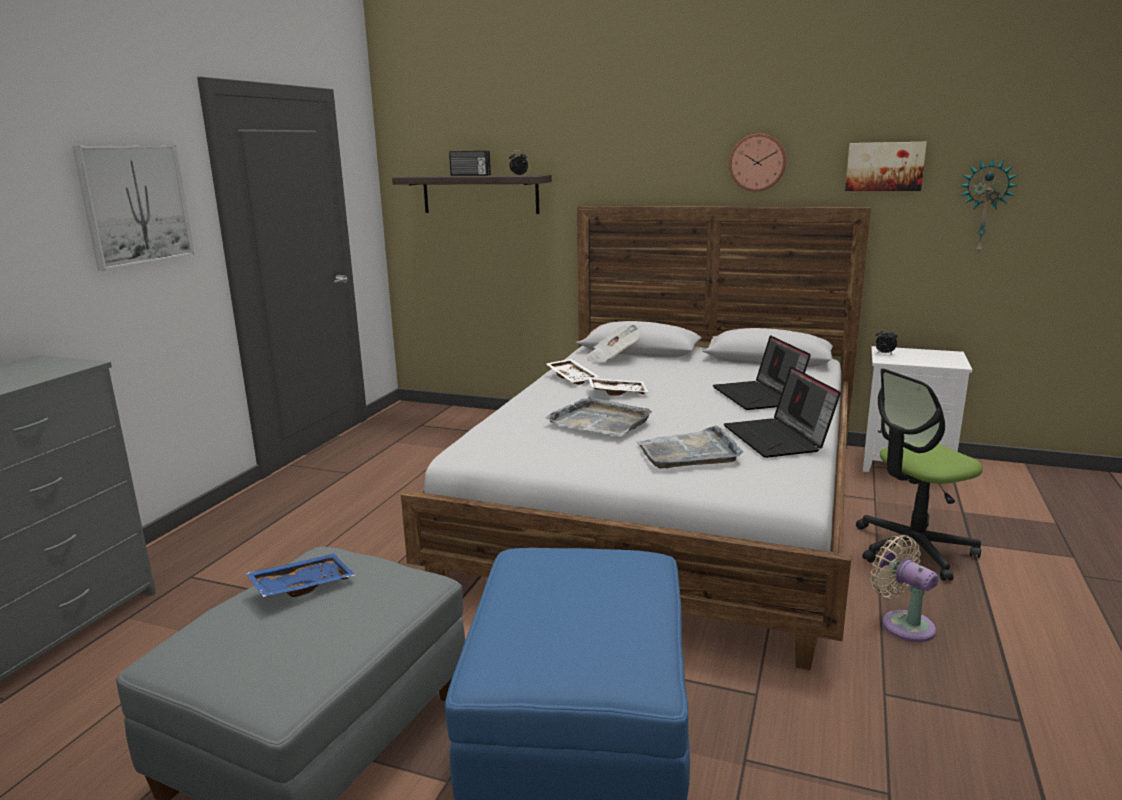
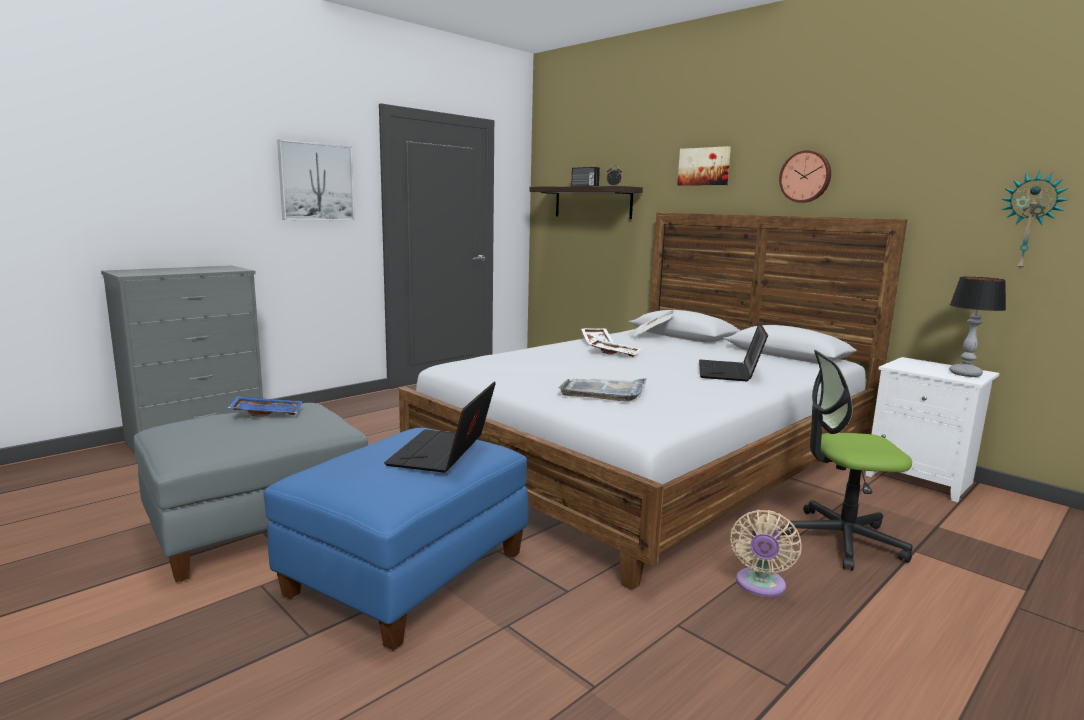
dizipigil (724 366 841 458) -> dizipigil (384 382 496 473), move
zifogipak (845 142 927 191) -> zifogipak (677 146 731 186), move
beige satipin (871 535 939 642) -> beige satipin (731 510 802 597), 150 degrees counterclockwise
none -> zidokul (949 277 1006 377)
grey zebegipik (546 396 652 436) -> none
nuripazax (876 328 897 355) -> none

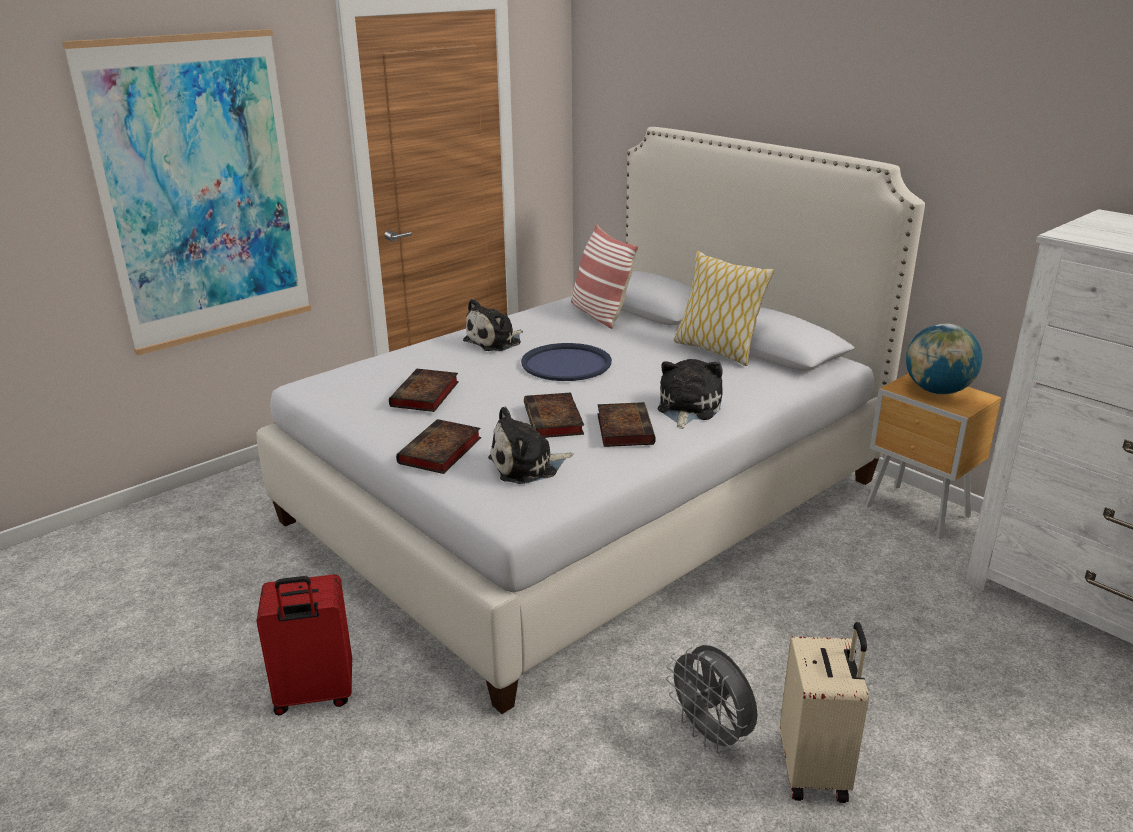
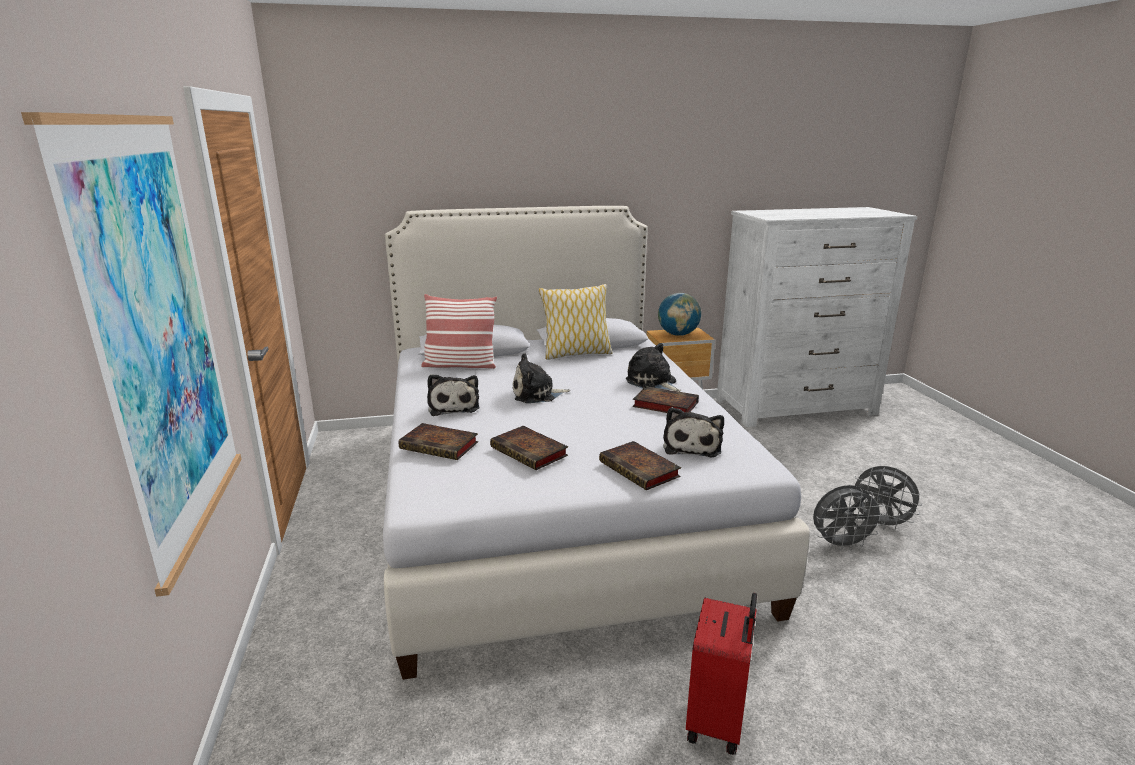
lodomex (524 392 584 438) -> lodomex (399 423 478 460), move
blue zebegipik (521 343 612 381) -> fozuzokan (512 353 570 403)
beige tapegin (780 622 869 803) -> grey satipin (850 466 922 530)

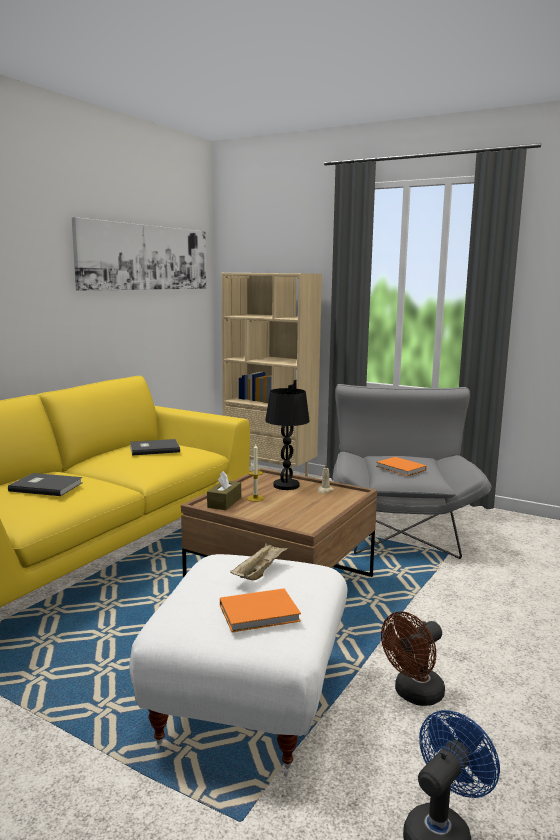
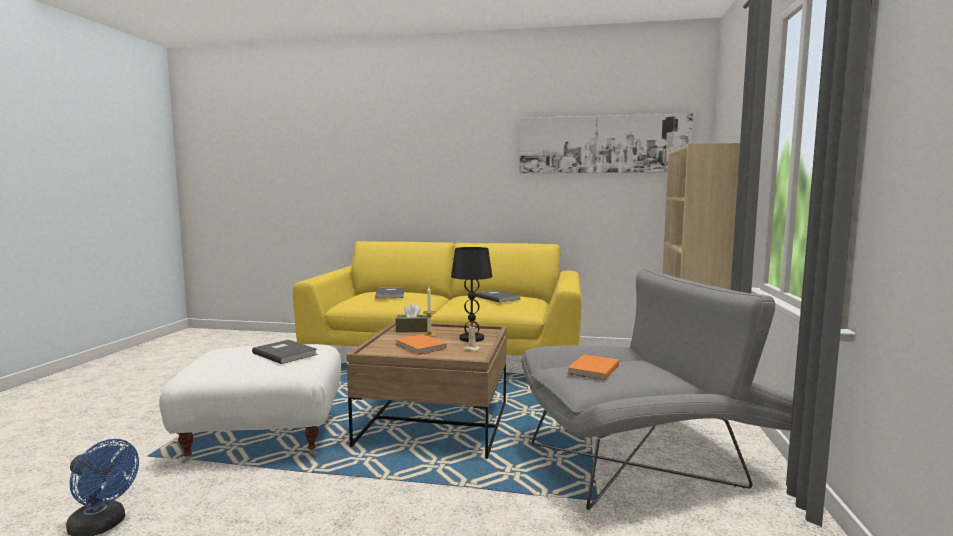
beige zebegipik (230 543 288 580) -> grey lodomex (252 340 318 364)
orange lodomex (220 588 301 632) -> orange lodomex (395 334 447 355), move
brown satipin (381 611 445 706) -> none

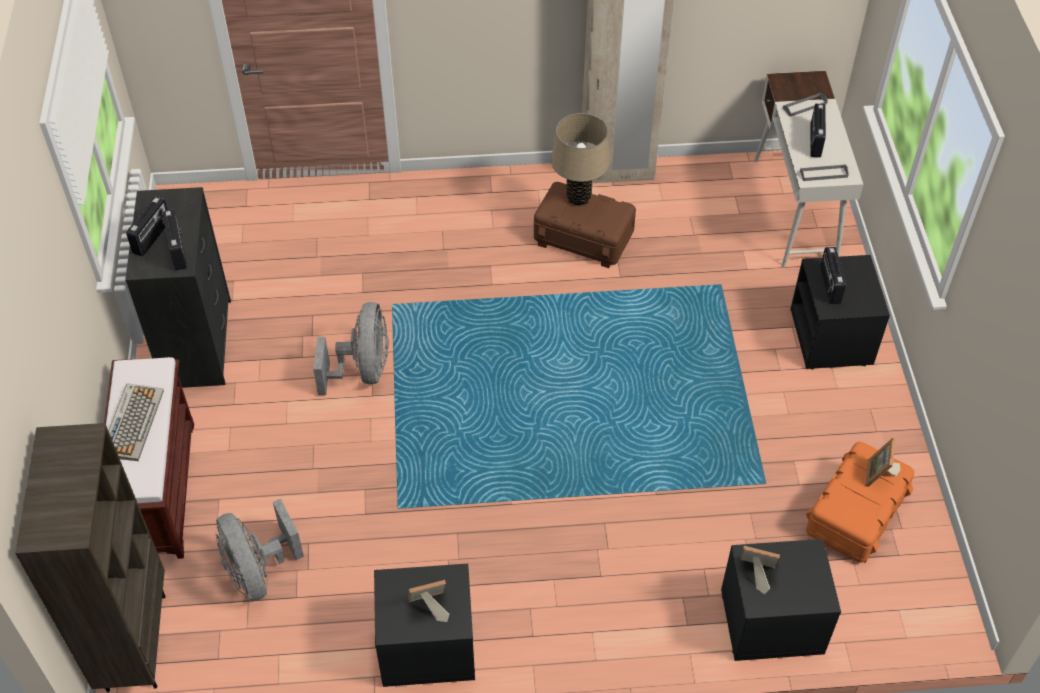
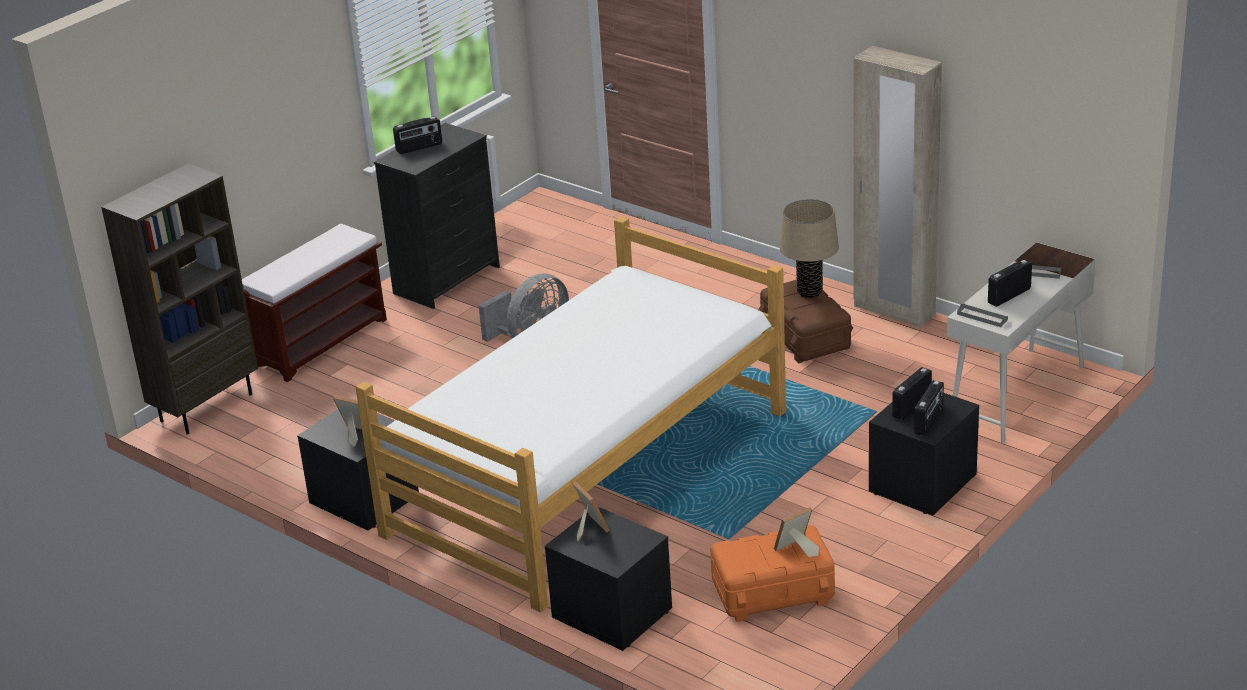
none -> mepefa (355 216 786 613)
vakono (162 210 187 271) -> vakono (914 380 944 436), move
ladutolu (108 383 164 461) -> none
grey satipin (216 499 304 601) -> none

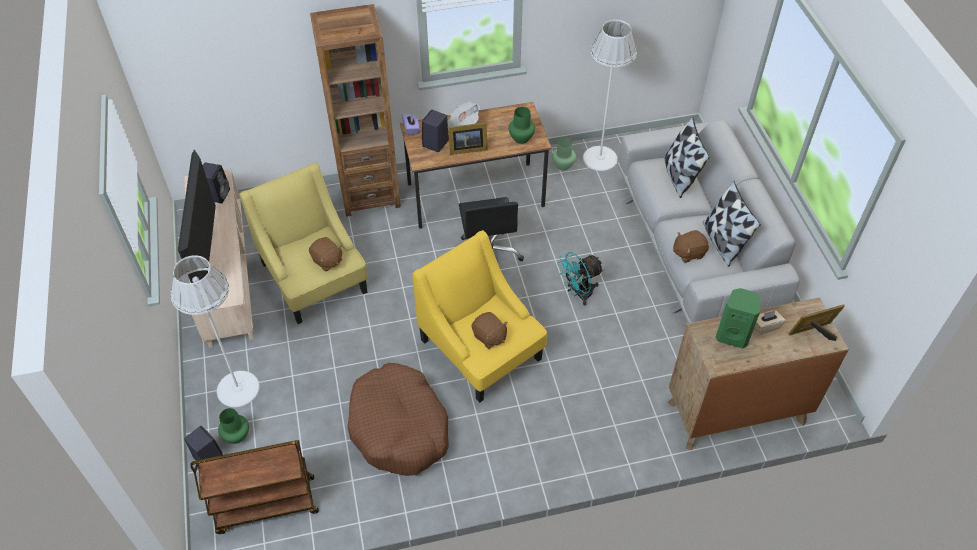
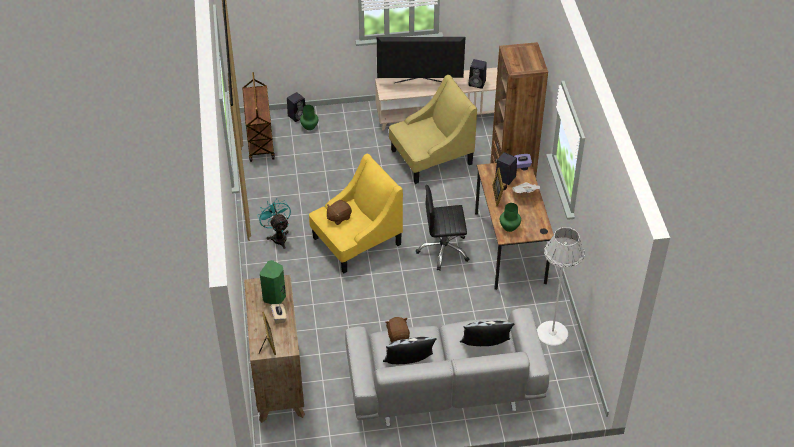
turquoise satipin (557 252 604 306) -> turquoise satipin (257 198 291 249), move
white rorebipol (170 255 260 407) -> none
brown fozuzokan (309 237 342 272) -> none
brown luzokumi (348 363 449 476) -> none
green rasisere (552 137 576 170) -> none

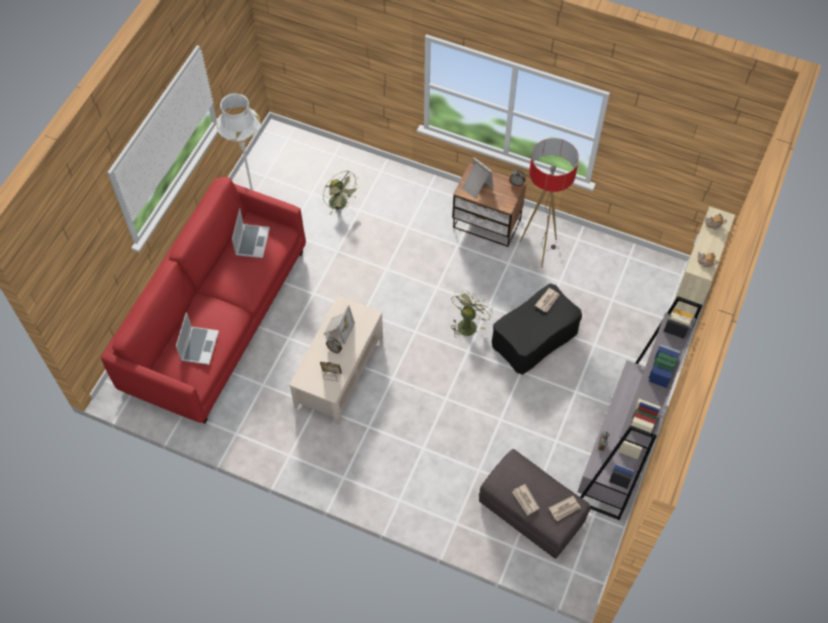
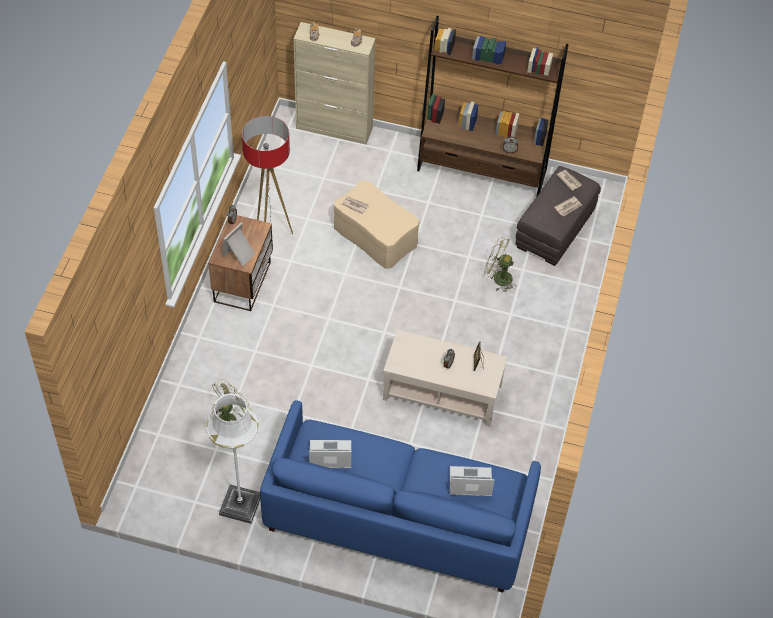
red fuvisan (101 177 306 424) -> blue fuvisan (260 400 541 593)
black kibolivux (492 284 582 375) -> beige kibolivux (334 180 420 269)
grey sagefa (578 296 703 520) -> brown sagefa (417 16 569 197)
green satipin (451 290 493 338) -> green satipin (484 237 516 292), move
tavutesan (324 305 355 345) -> none

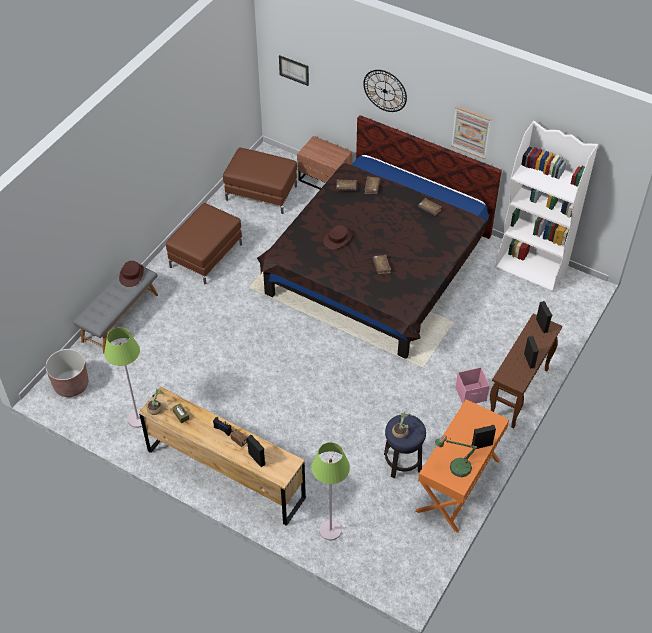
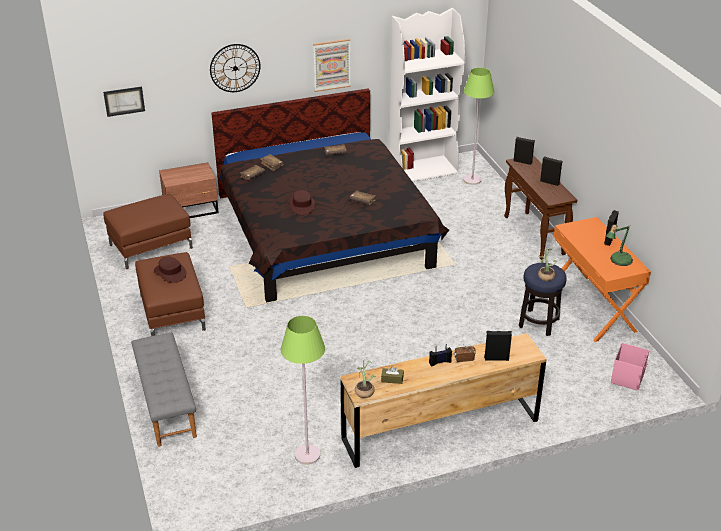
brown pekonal (119 261 144 287) -> brown pekonal (154 256 187 283), move
green rorebipol (311 442 350 540) -> green rorebipol (463 68 494 185), move
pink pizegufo (456 367 490 404) -> pink pizegufo (611 343 649 391), move
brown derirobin (45 349 89 397) -> none

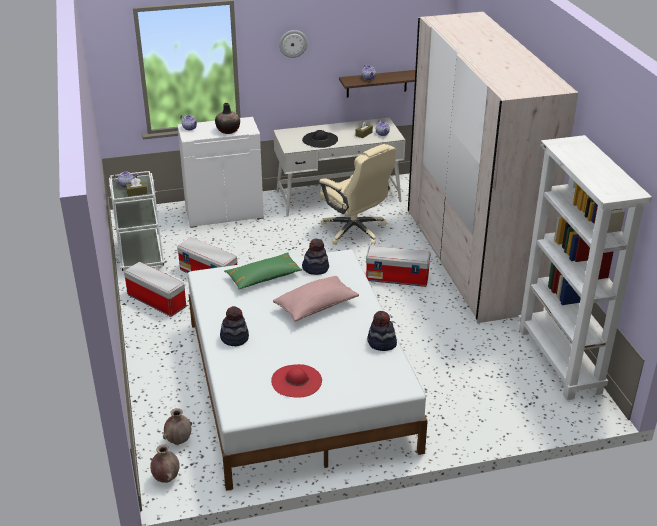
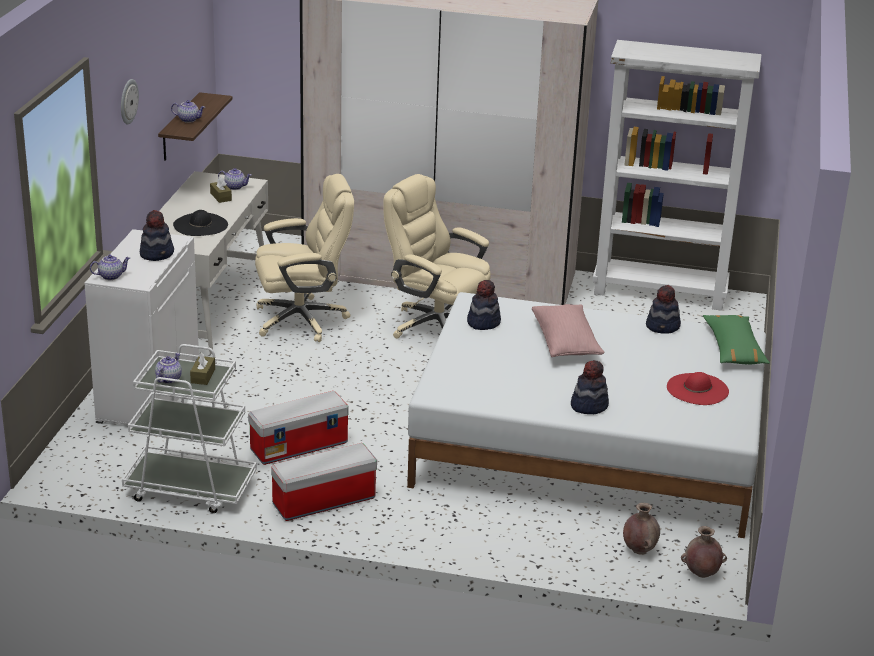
rasisere (215 103 240 134) -> pekonal (140 210 174 261)
pizegufo (366 246 431 287) -> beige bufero (383 174 491 338)
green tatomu (224 252 302 289) -> green tatomu (703 315 770 364), move

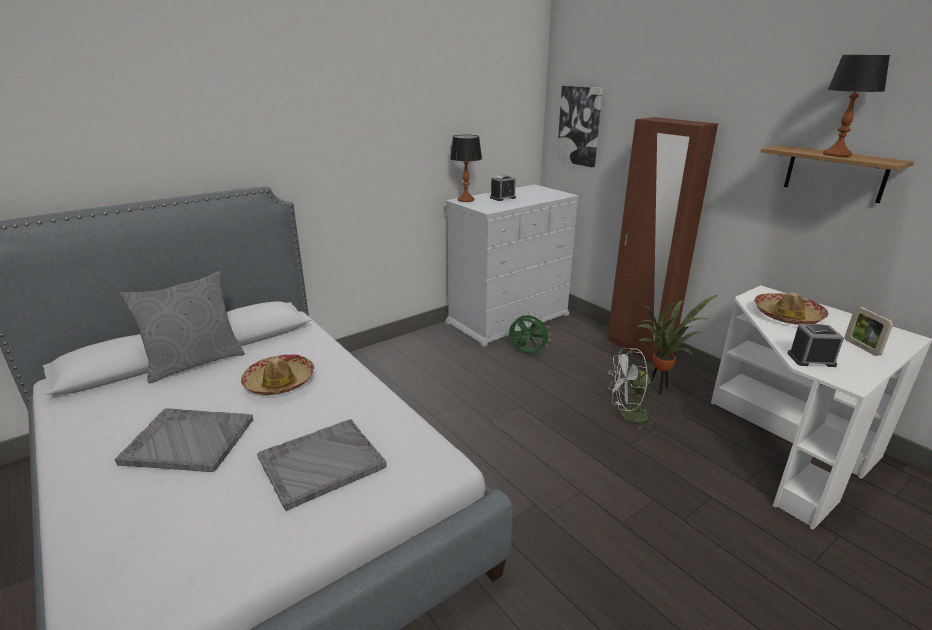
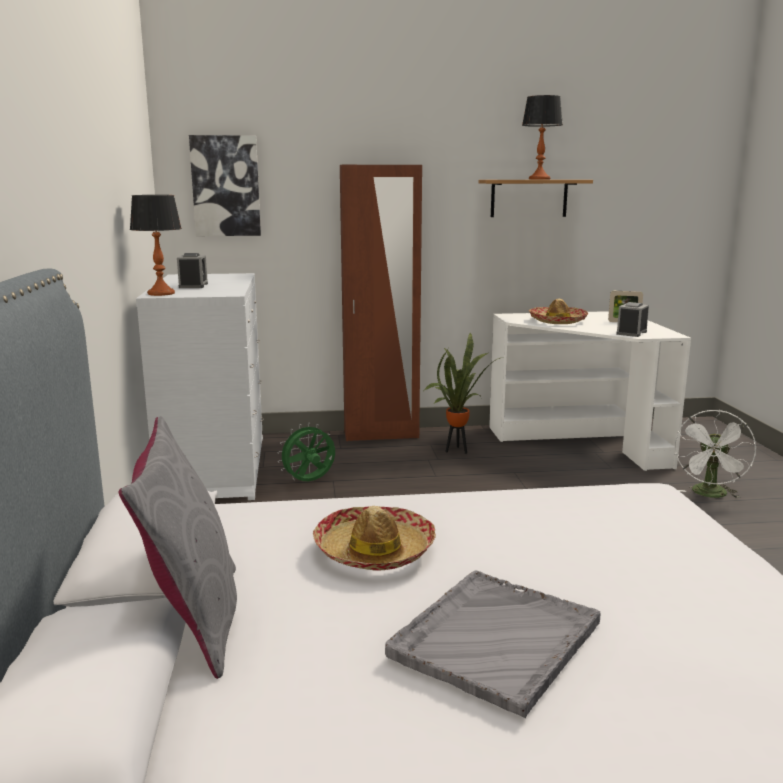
white satipin (608 348 659 429) -> white satipin (675 410 756 499), move
grey zebegipik (257 419 387 511) -> none

